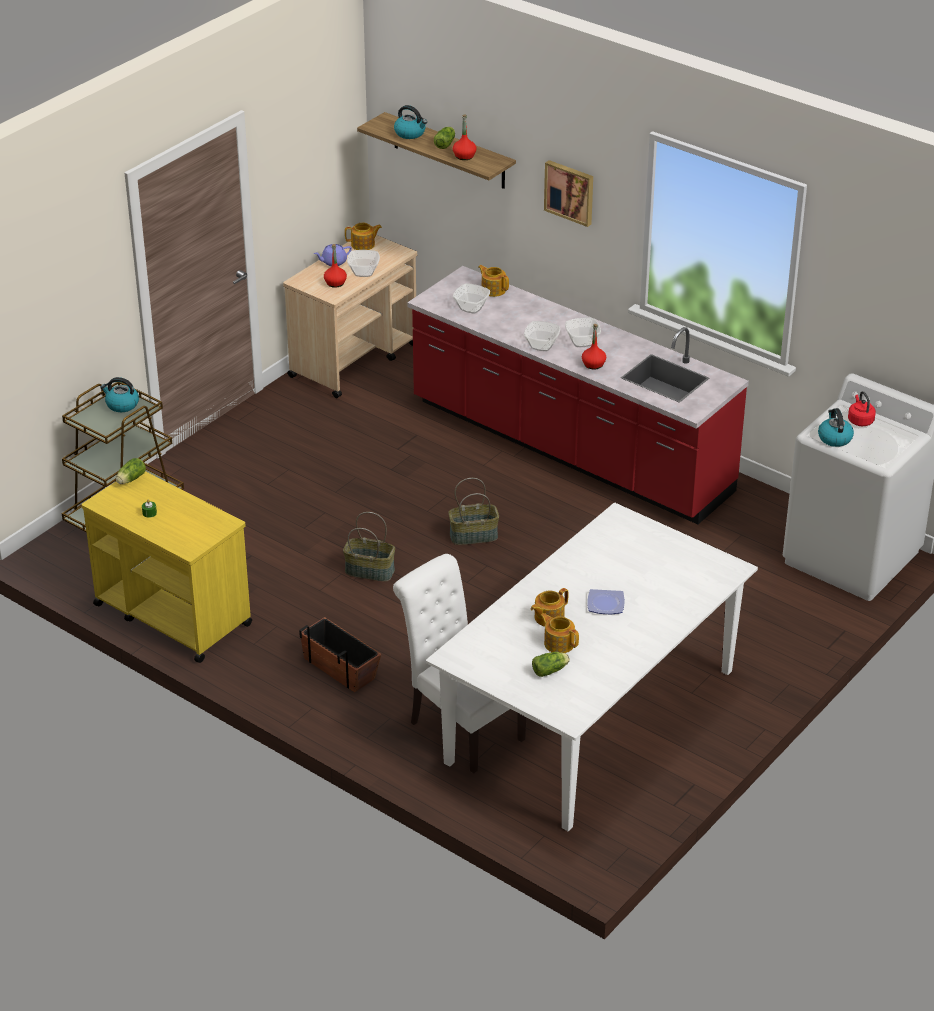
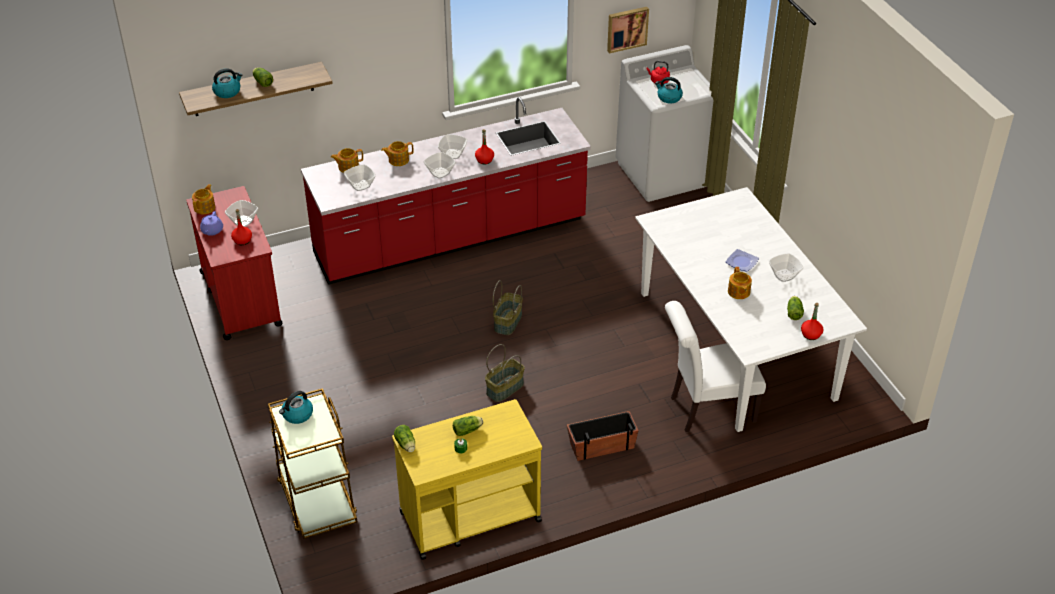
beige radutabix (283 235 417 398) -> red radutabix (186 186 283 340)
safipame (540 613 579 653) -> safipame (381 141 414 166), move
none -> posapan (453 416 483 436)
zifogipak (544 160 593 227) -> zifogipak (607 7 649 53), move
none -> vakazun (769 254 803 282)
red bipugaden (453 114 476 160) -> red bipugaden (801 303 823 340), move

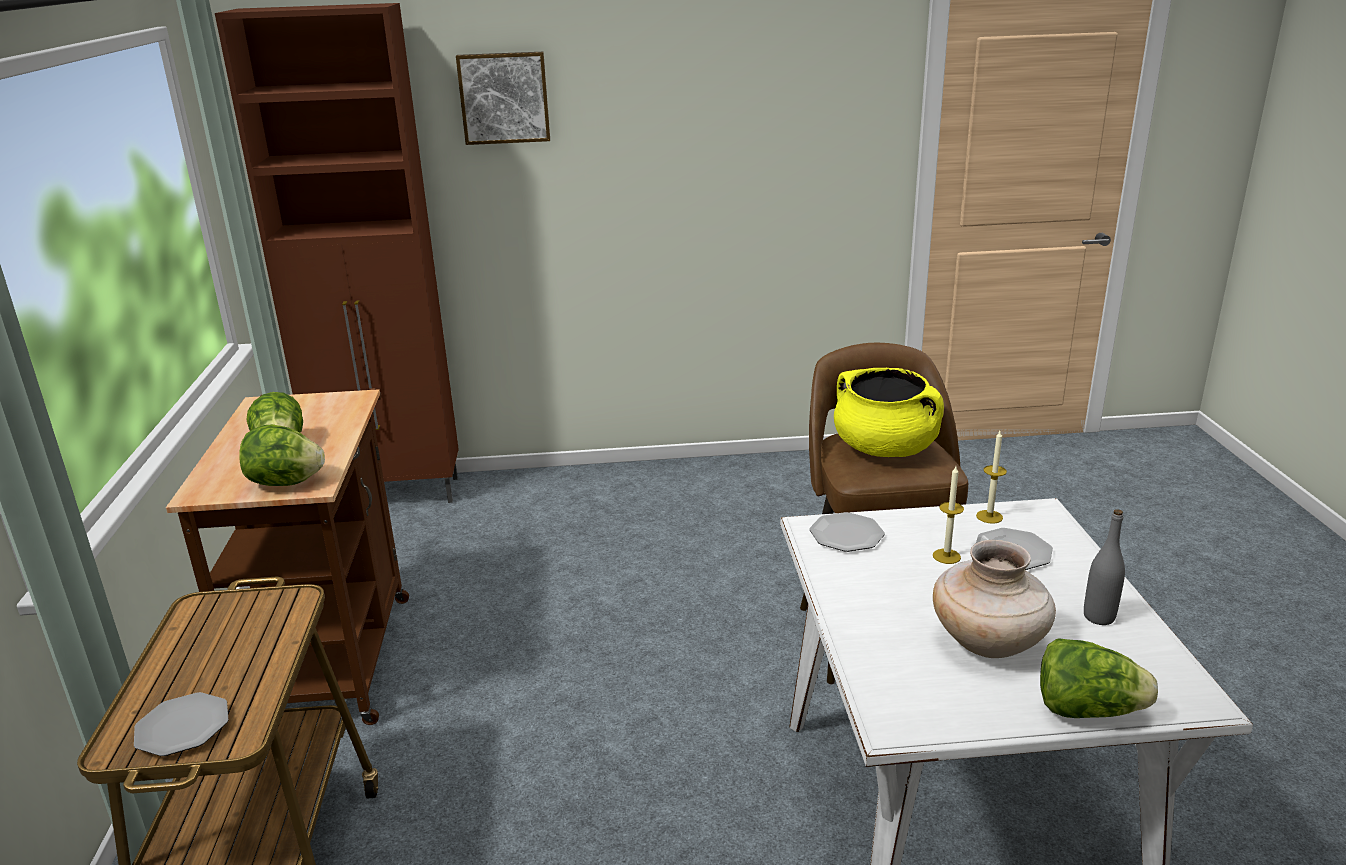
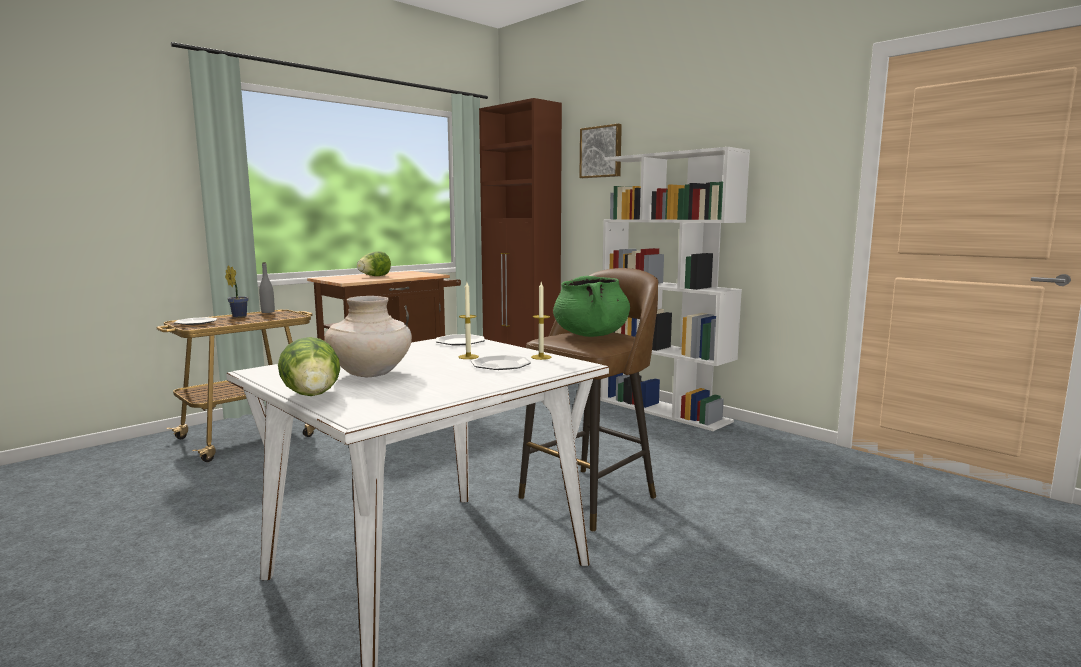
none -> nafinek (225 265 248 317)
grey bipugaden (1084 509 1125 625) -> grey bipugaden (259 262 275 313), move
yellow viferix (834 368 944 457) -> green viferix (553 276 630 337)
none -> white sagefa (600 147 750 431)
posapan (239 424 325 486) -> none

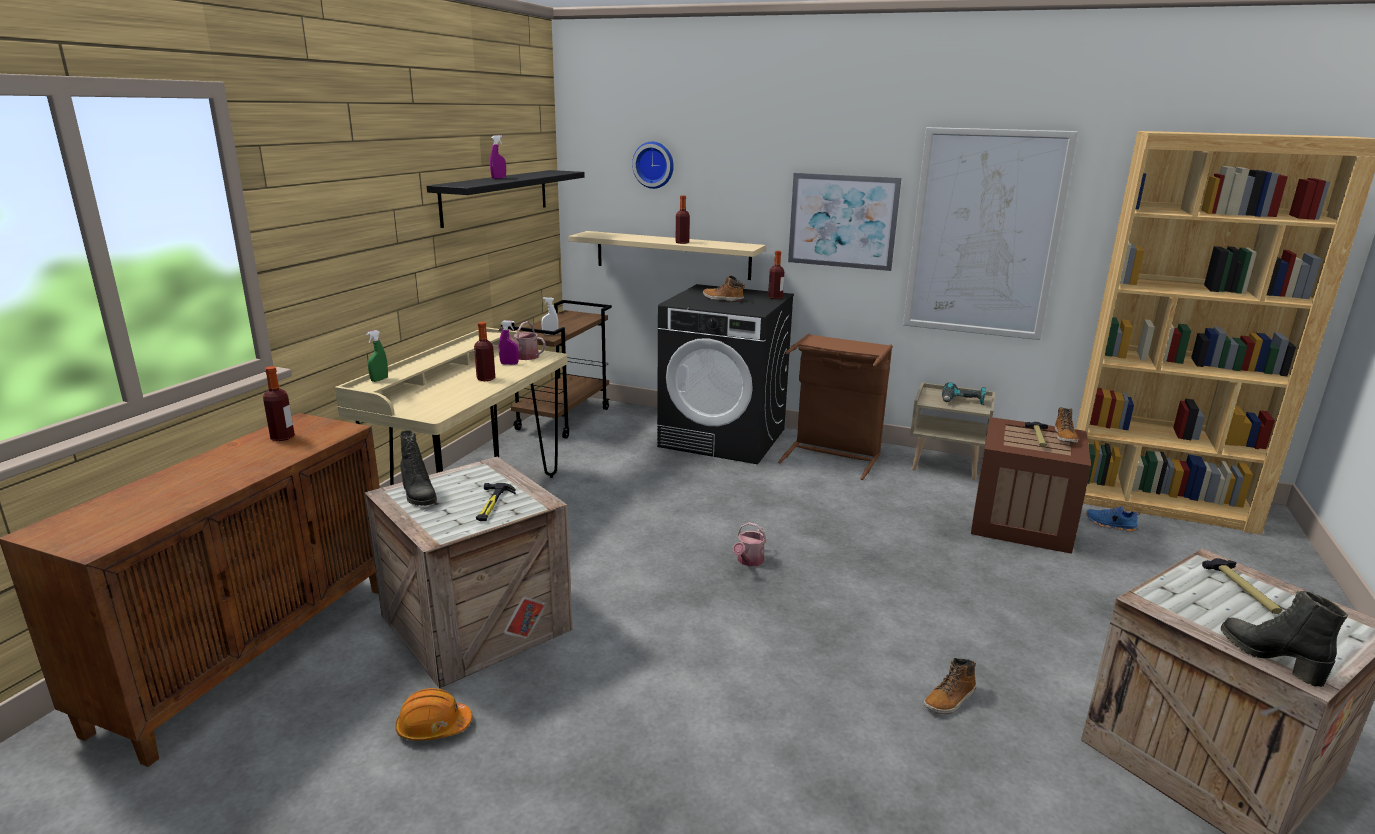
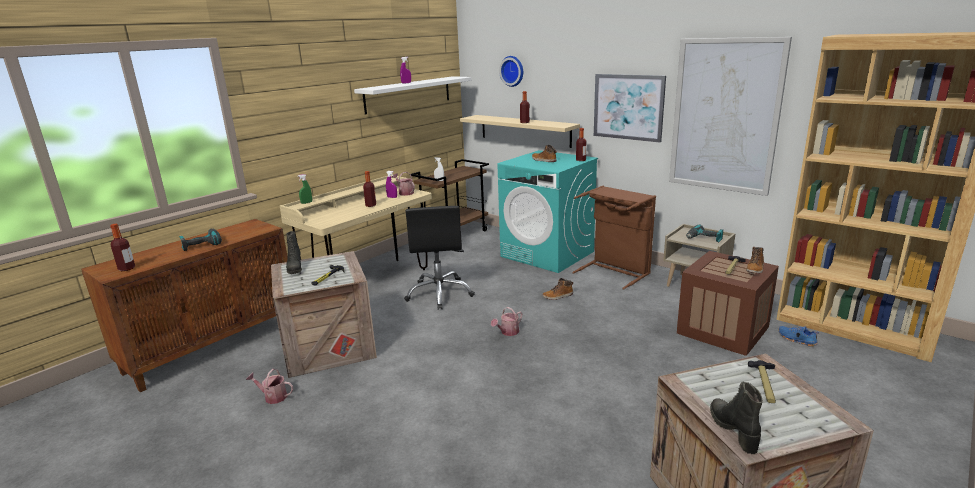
bipugaden (263 366 295 441) -> bipugaden (110 224 135 271), move
none -> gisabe (179 229 222 251)
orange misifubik (395 688 472 741) -> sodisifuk (246 369 293 404)
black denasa (427 170 585 228) -> white denasa (354 76 471 114)
none -> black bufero (404 206 475 310)
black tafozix (657 284 794 464) -> turquoise tafozix (497 150 598 273)
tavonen (924 658 976 714) -> tavonen (542 278 573 300), move

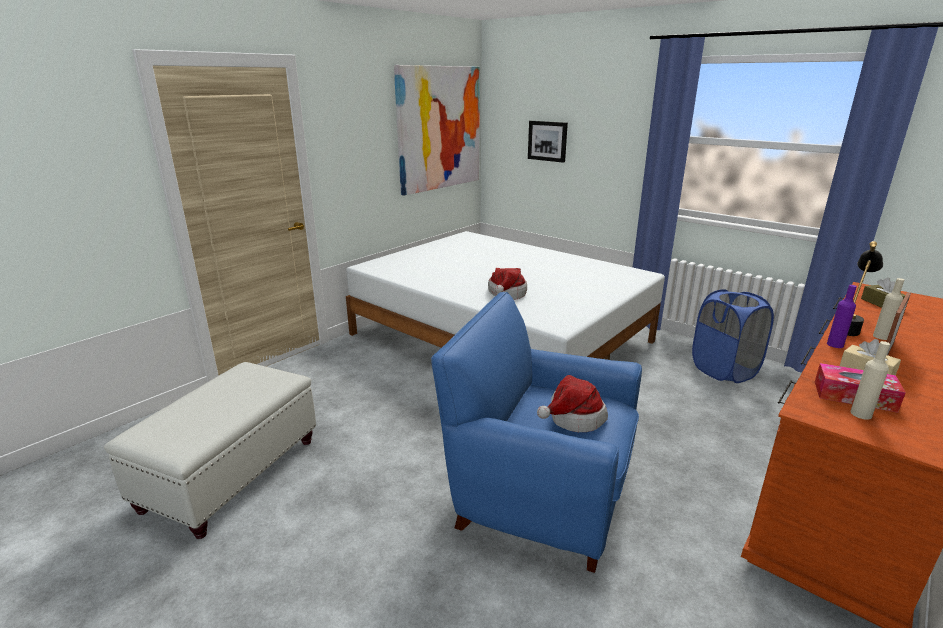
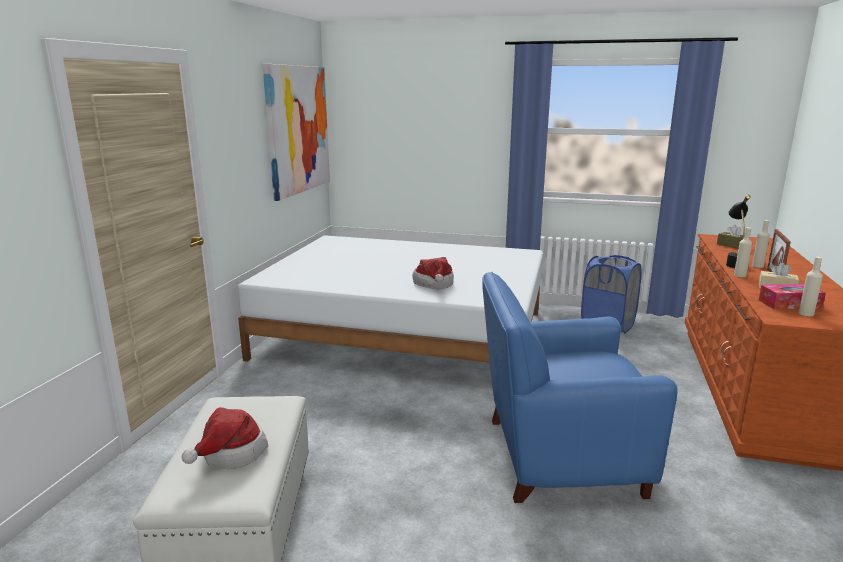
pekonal (537 375 608 432) -> pekonal (182 407 268 469), move
purple bipugaden (827 285 857 348) -> beige bipugaden (734 227 752 277)
zifogipak (528 121 568 163) -> none

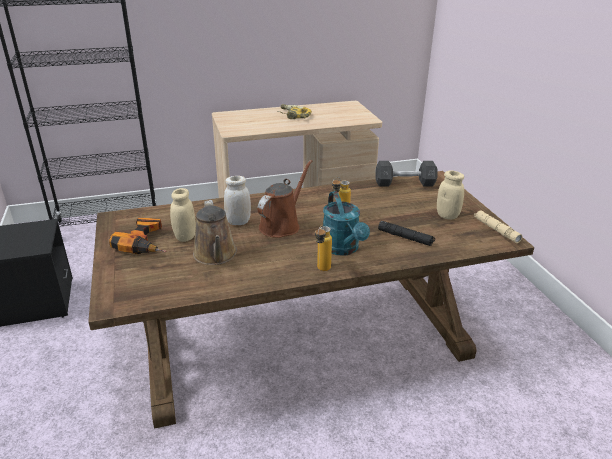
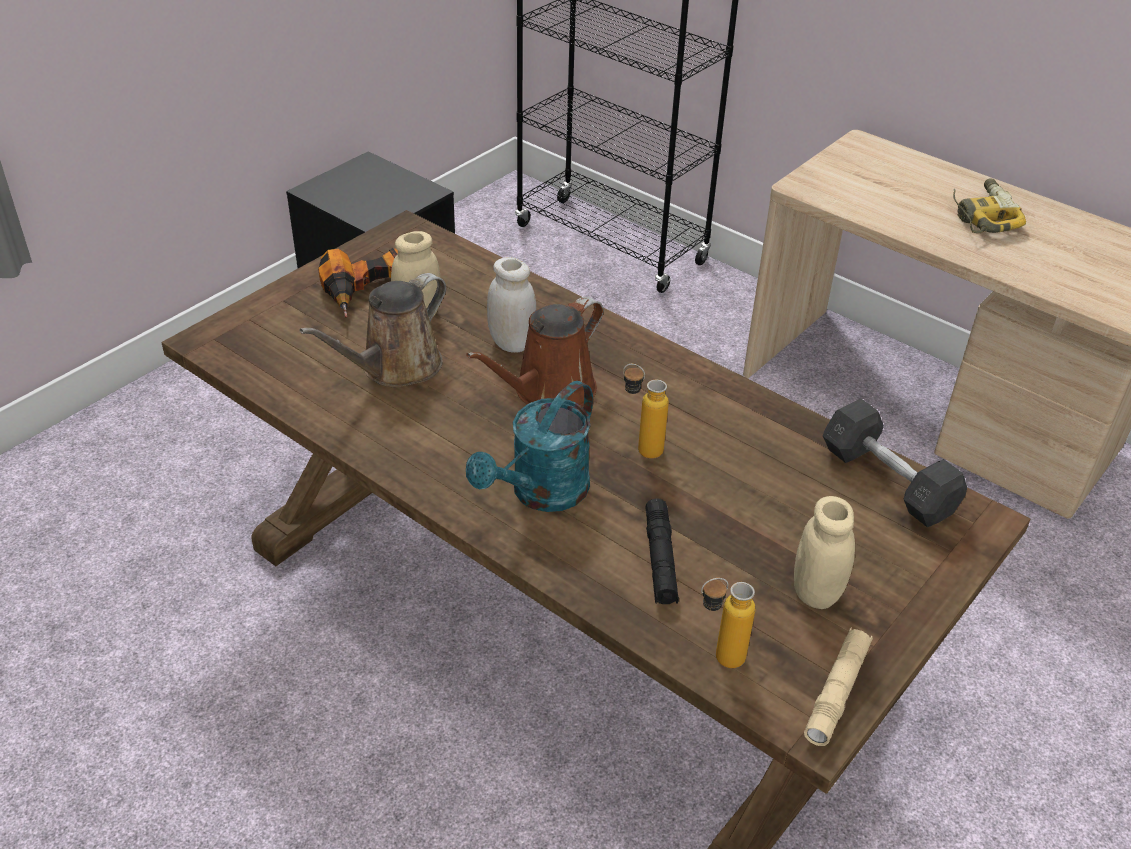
brown sodisifuk (257 160 312 238) -> brown sodisifuk (466 297 603 406), 135 degrees clockwise
bipugaden (315 225 332 271) -> bipugaden (701 578 755 668), move

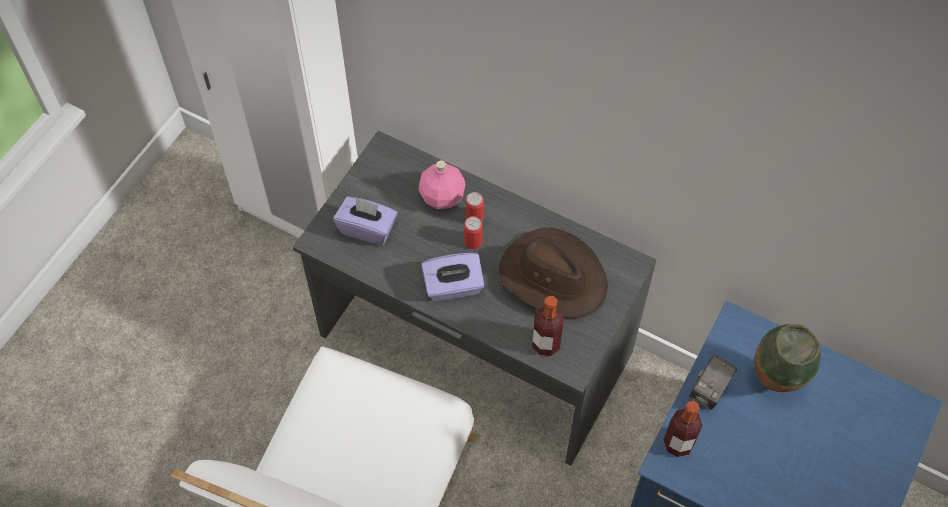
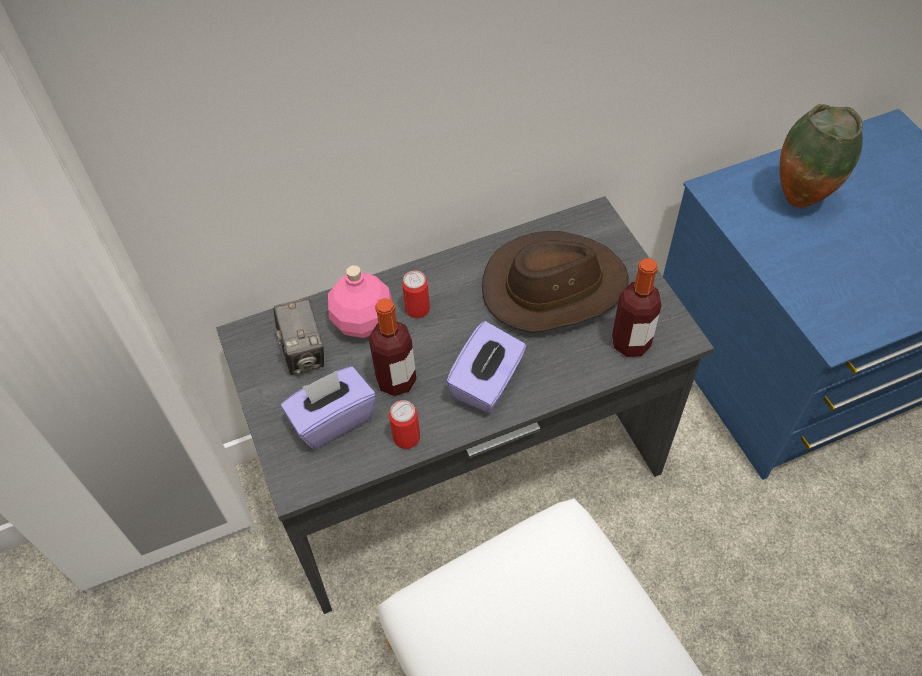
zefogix (689 355 737 410) -> zefogix (273 298 324 375), move
bipugaden (663 401 703 457) -> bipugaden (368 298 417 396), move
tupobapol (464 216 483 249) -> tupobapol (389 400 420 449), move

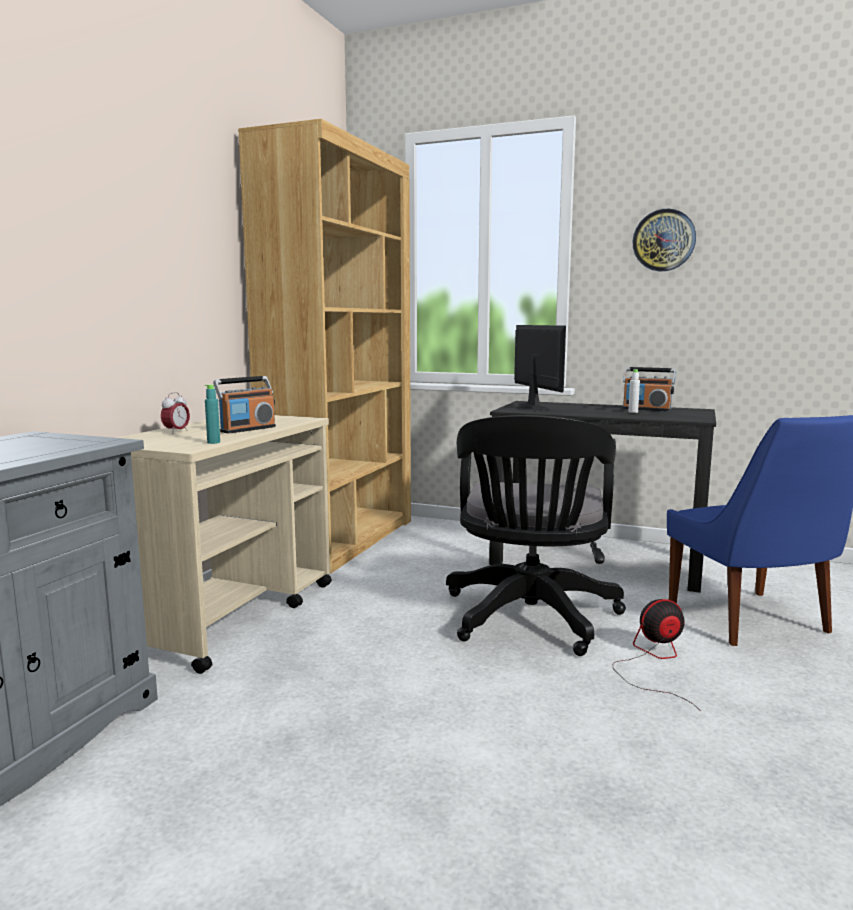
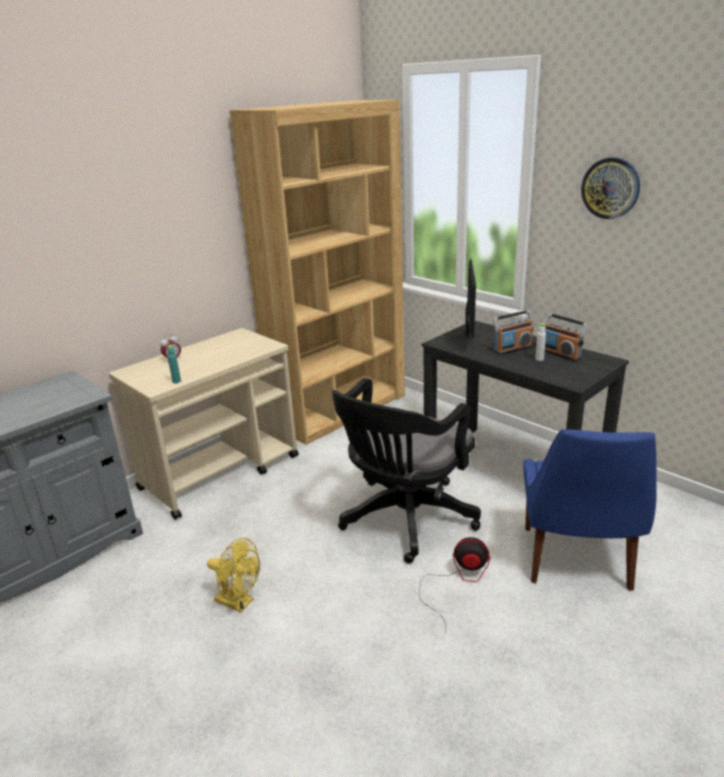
none -> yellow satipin (207 538 260 612)
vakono (213 376 276 434) -> vakono (493 310 533 355), move

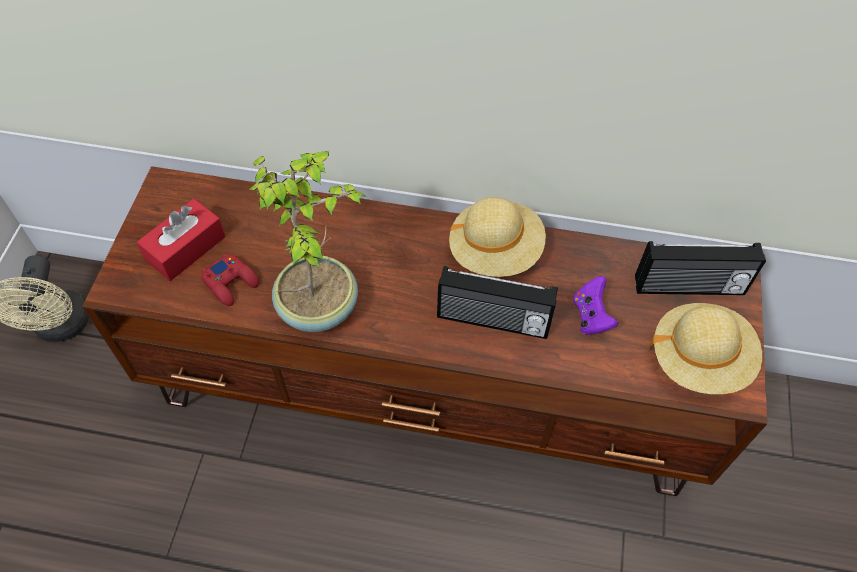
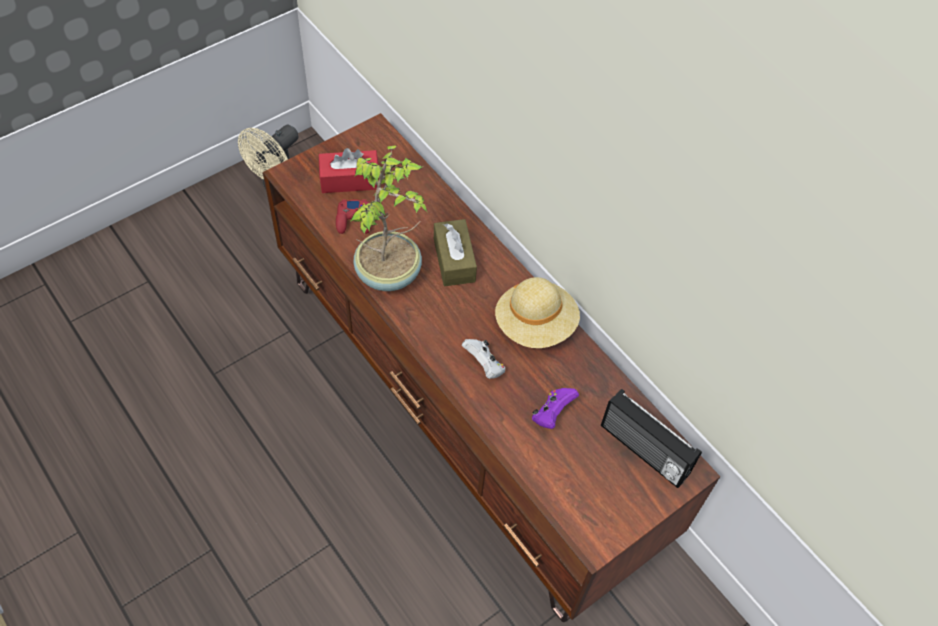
none -> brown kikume (434 219 477 286)
vakono (437 266 558 339) -> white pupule (462 339 505 379)
beige pekonal (648 303 762 394) -> none

